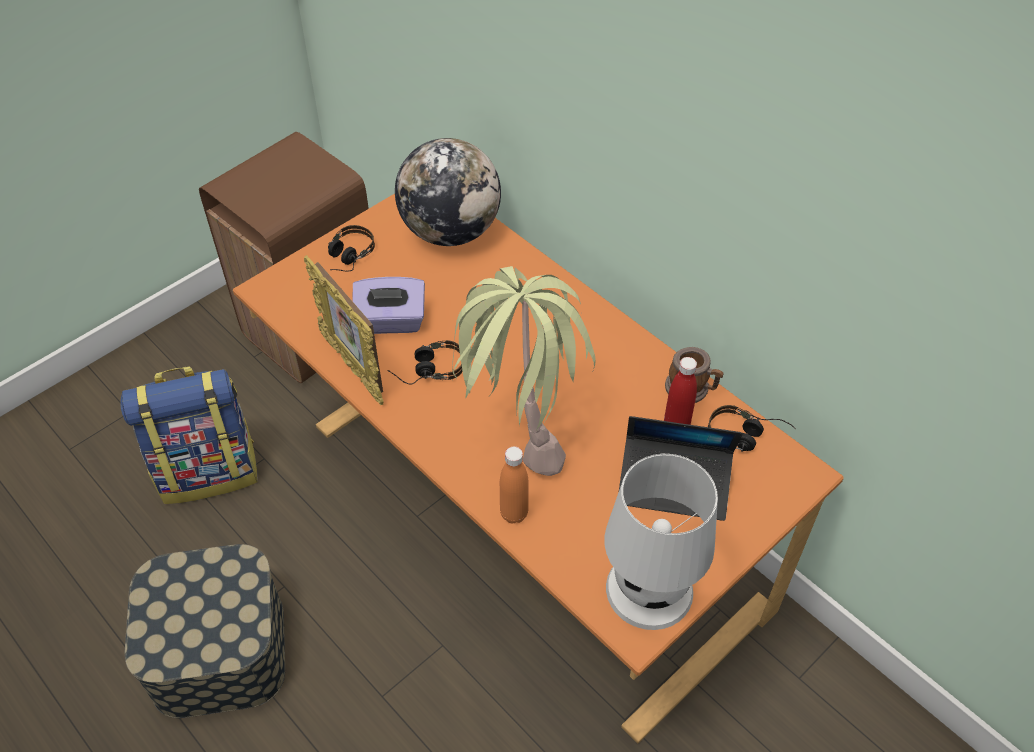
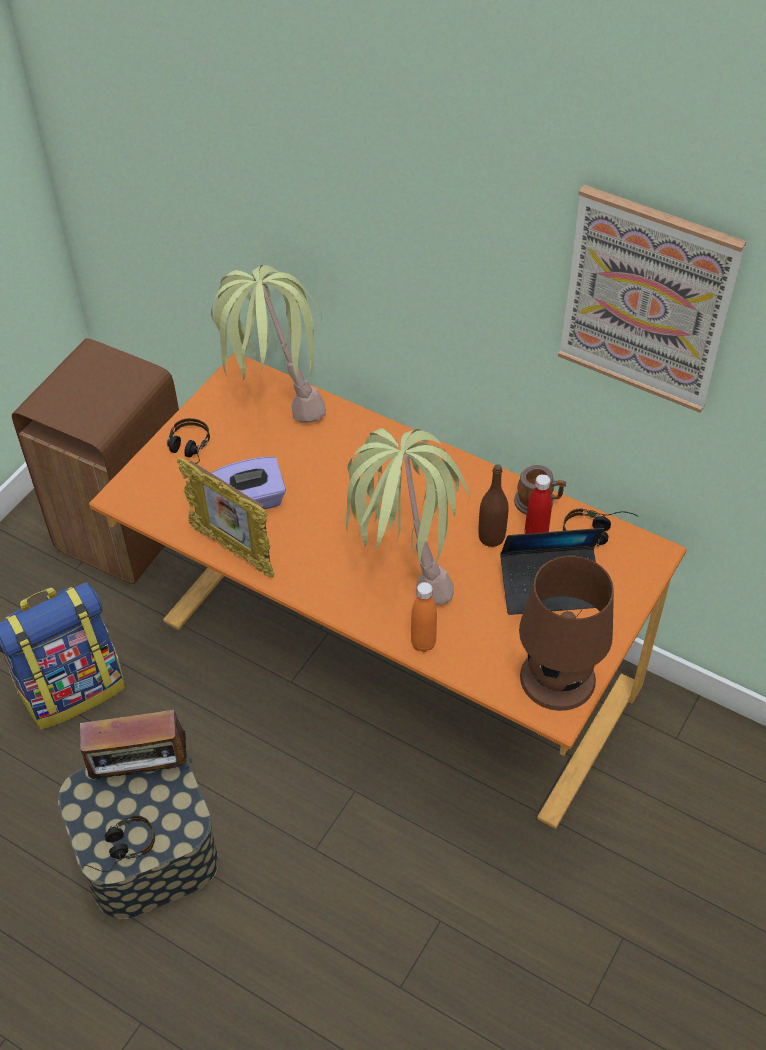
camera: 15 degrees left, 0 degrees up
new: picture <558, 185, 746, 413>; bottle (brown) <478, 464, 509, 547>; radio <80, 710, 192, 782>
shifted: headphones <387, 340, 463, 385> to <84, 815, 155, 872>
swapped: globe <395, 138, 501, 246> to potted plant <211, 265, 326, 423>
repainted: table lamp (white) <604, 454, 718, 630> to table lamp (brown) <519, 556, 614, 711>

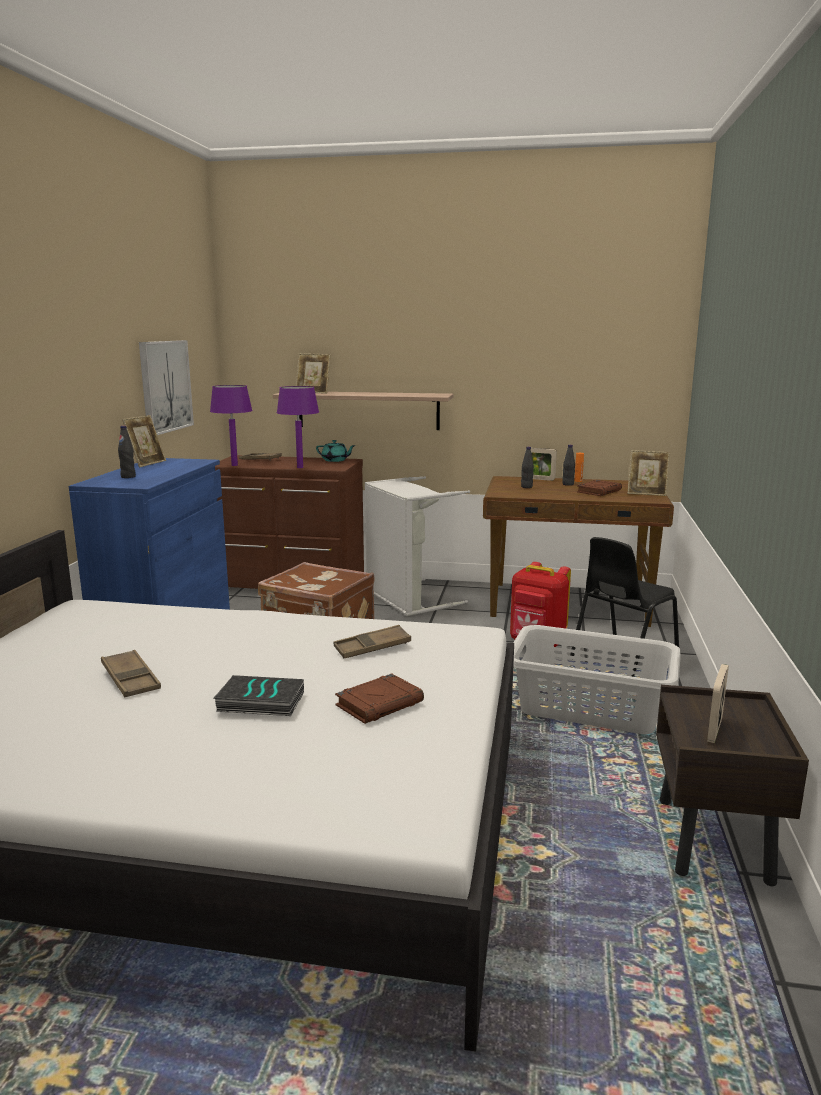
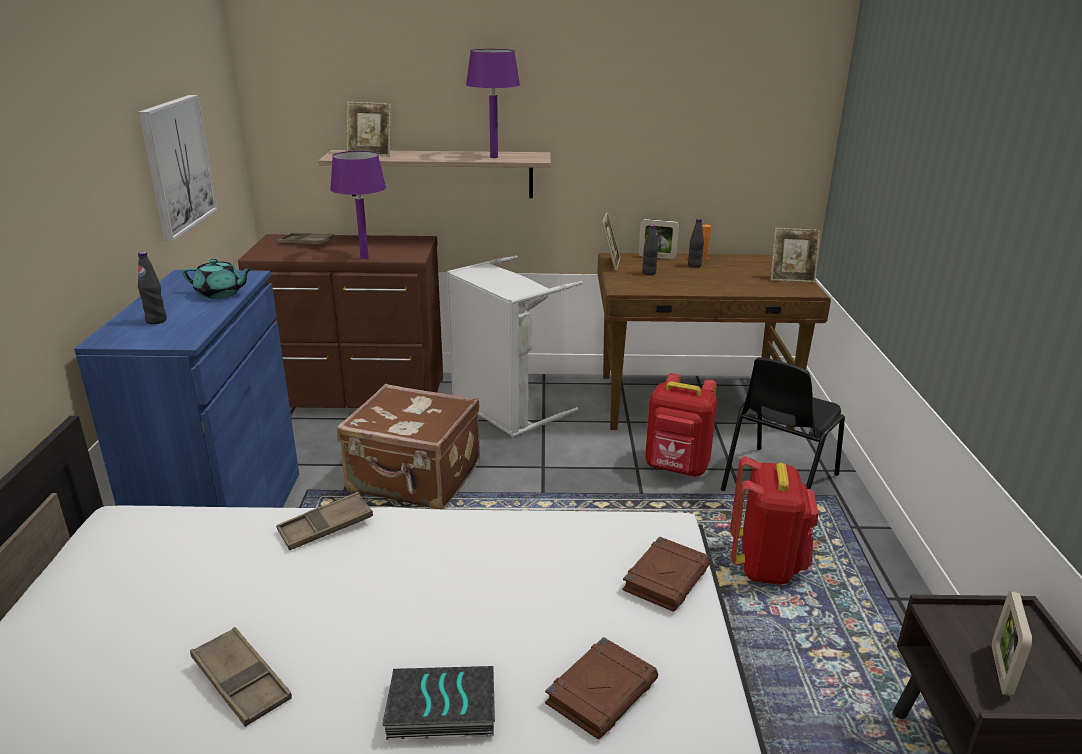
camera: 10 degrees left, 10 degrees up
shifted: table lamp (purple) <210, 385, 252, 466> to <466, 49, 520, 158>; picture frame <122, 415, 166, 468> to <602, 212, 621, 271>; teapot (turquoise) <316, 440, 356, 462> to <183, 259, 253, 299>; book (brown) <577, 480, 622, 496> to <622, 536, 711, 612>; tray (brown) <333, 625, 411, 658> to <276, 492, 373, 550>
swapped: laundry basket (grey) <513, 625, 681, 734> to backpack (red) <730, 456, 819, 585>

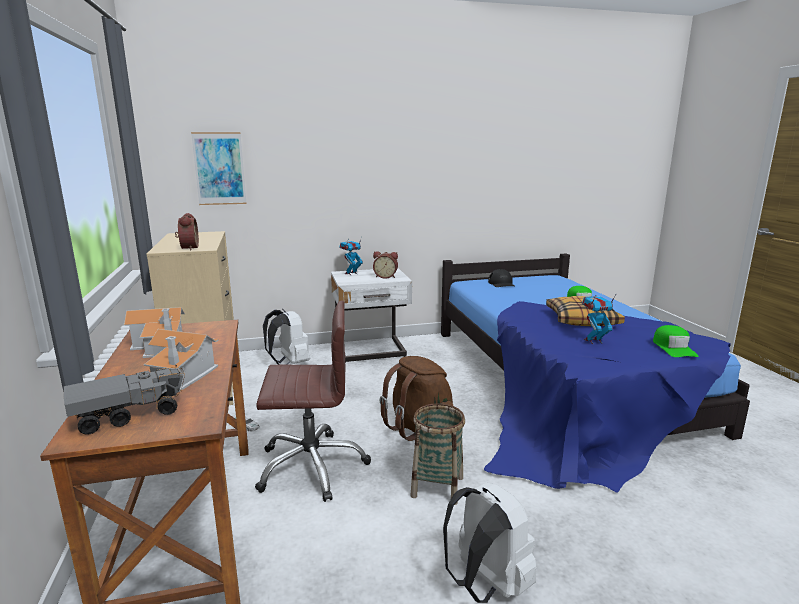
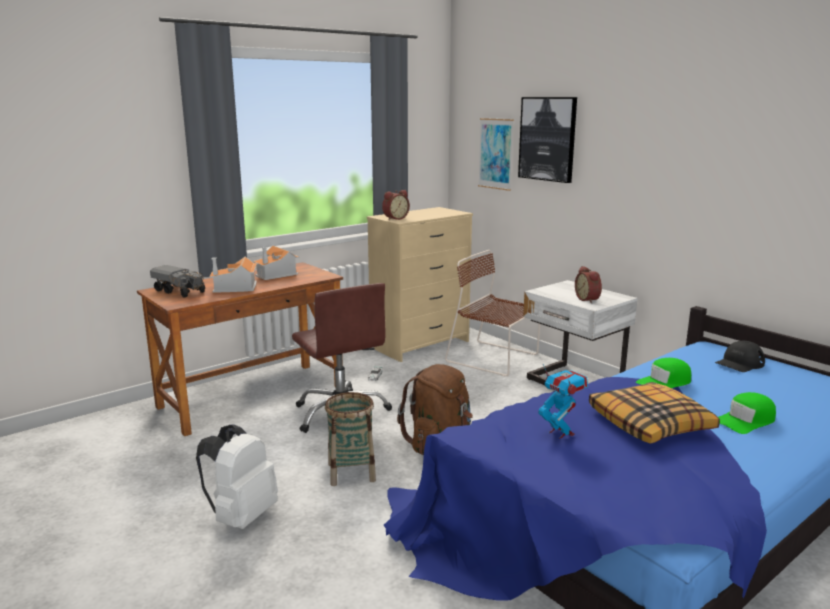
camera: 65 degrees right, 0 degrees up
gone: toy robot <340, 237, 363, 275>
new: picture <518, 97, 577, 183>
shifted: cap (green) <653, 325, 699, 357> to <636, 358, 691, 388>
swapped: backpack (white) <263, 309, 310, 365> to chair (brown) <445, 250, 540, 376>

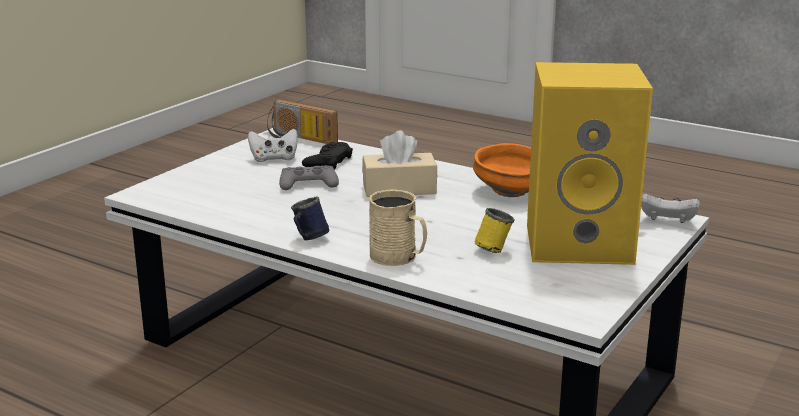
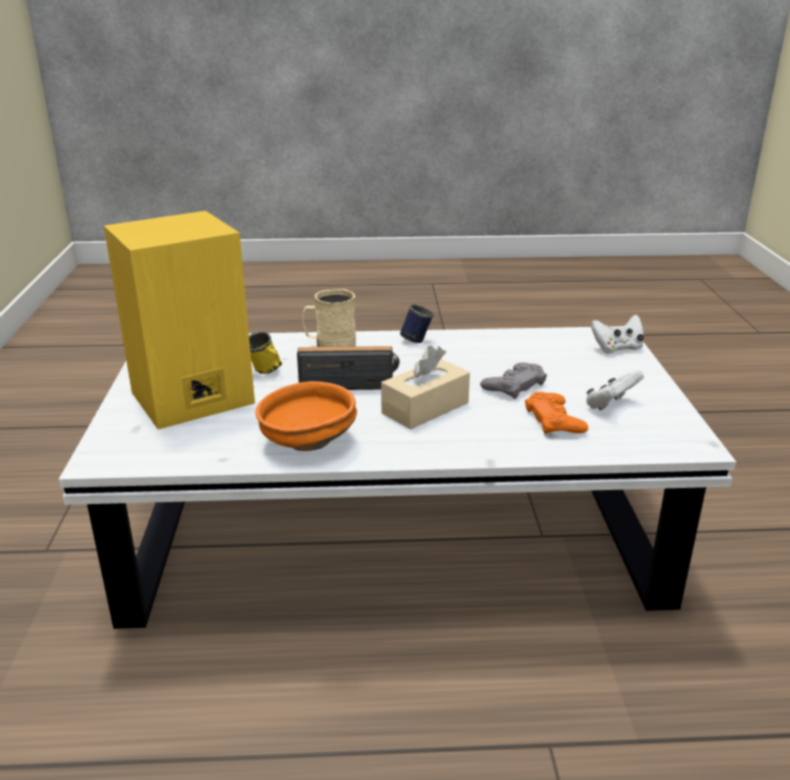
camera: 145 degrees right, 5 degrees up
shifted: radio <267, 99, 338, 144> to <297, 346, 400, 390>; game controller (white) <641, 194, 700, 223> to <591, 314, 644, 354>
repainted: game controller (black) <302, 142, 353, 170> to game controller (orange) <525, 392, 588, 434>

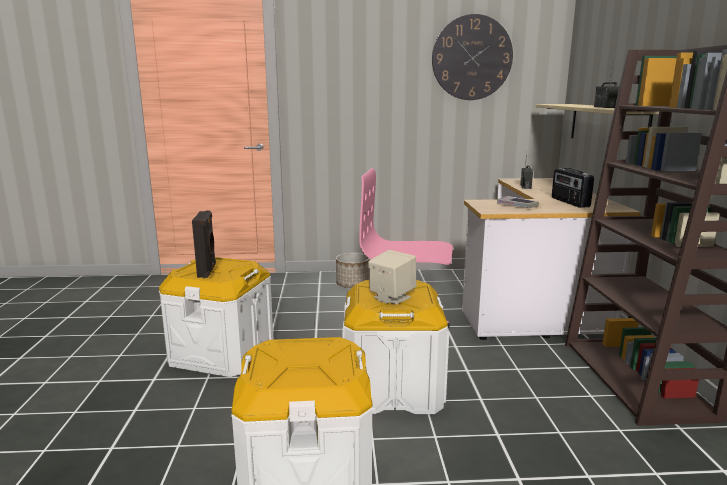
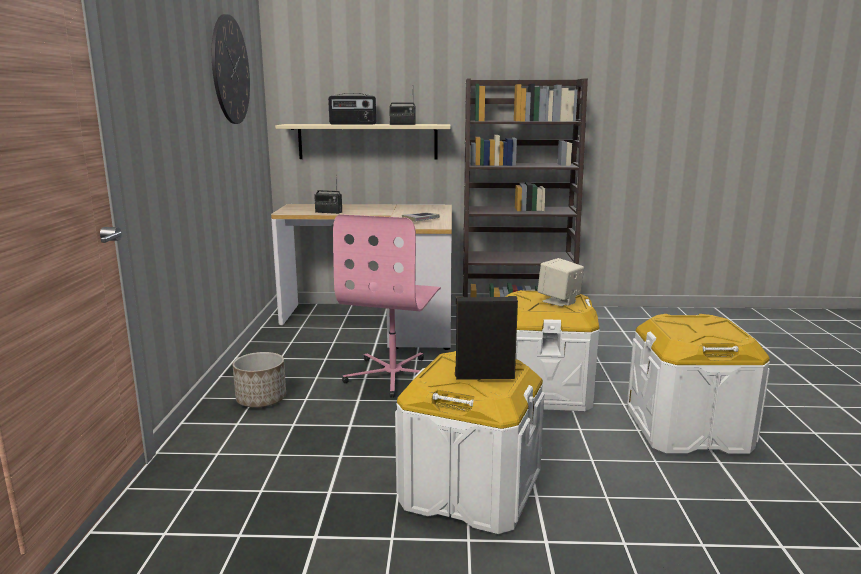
camera: 85 degrees left, 0 degrees up
shifted: radio <552, 168, 594, 208> to <328, 93, 376, 125>

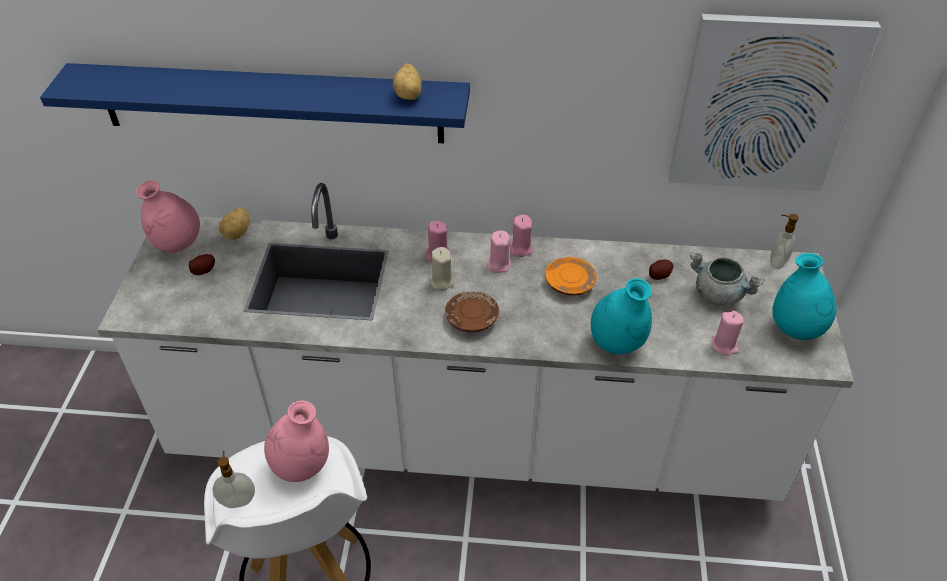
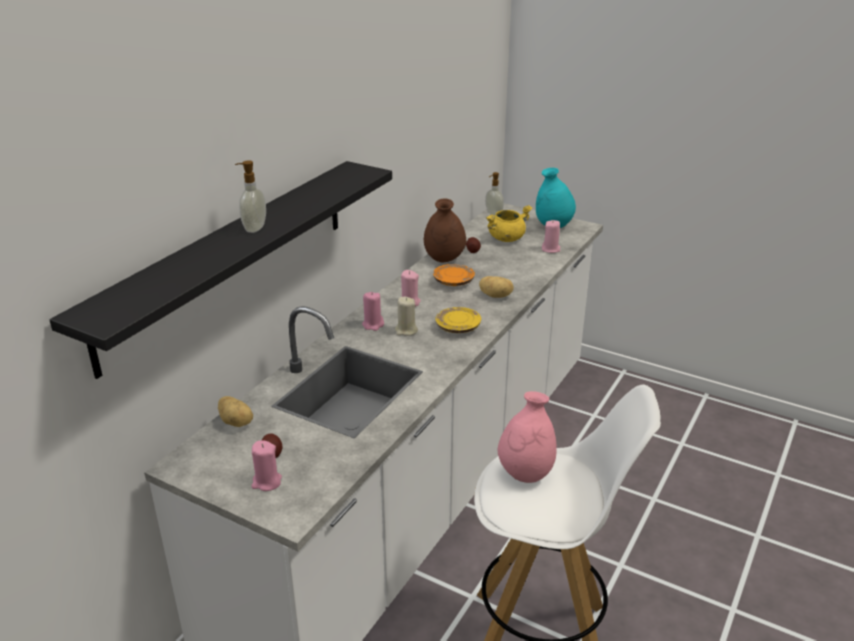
camera: 65 degrees left, 15 degrees down
gone: picture <669, 14, 881, 191>; vase (pink) <136, 180, 200, 252>; vase (turquoise) <591, 278, 652, 354>
new: vase (brown) <424, 198, 466, 262>
shifted: potato <393, 63, 422, 100> to <479, 276, 514, 298>; candle (pink) <510, 215, 533, 257> to <251, 441, 282, 491>; soap dispenser <212, 451, 255, 508> to <235, 160, 266, 233>
repainted: shelf (blue) <40, 63, 470, 143> to shelf (black) <49, 161, 392, 379>; cooking pot (grey) <690, 252, 765, 306> to cooking pot (yellow) <486, 205, 532, 242>; plate (brown) <445, 291, 499, 332> to plate (yellow) <435, 307, 481, 333>

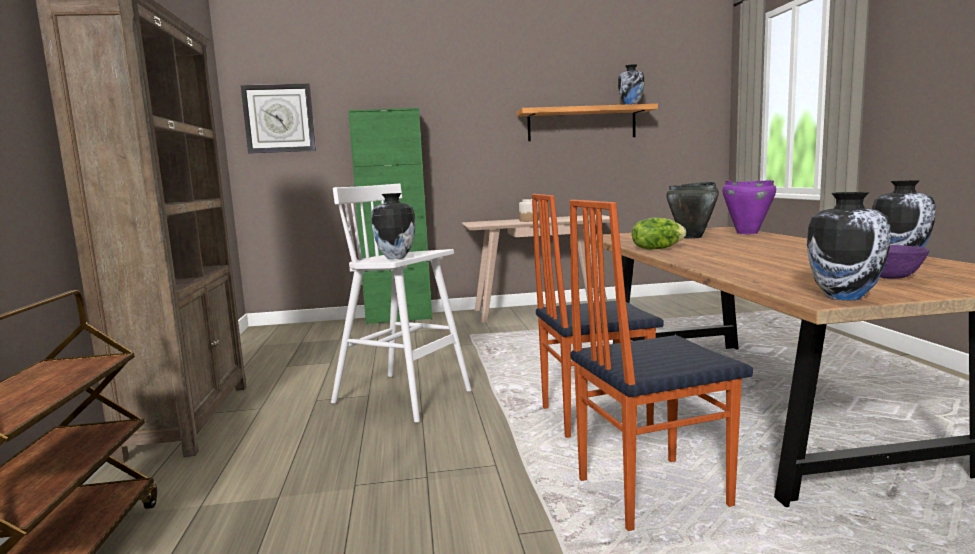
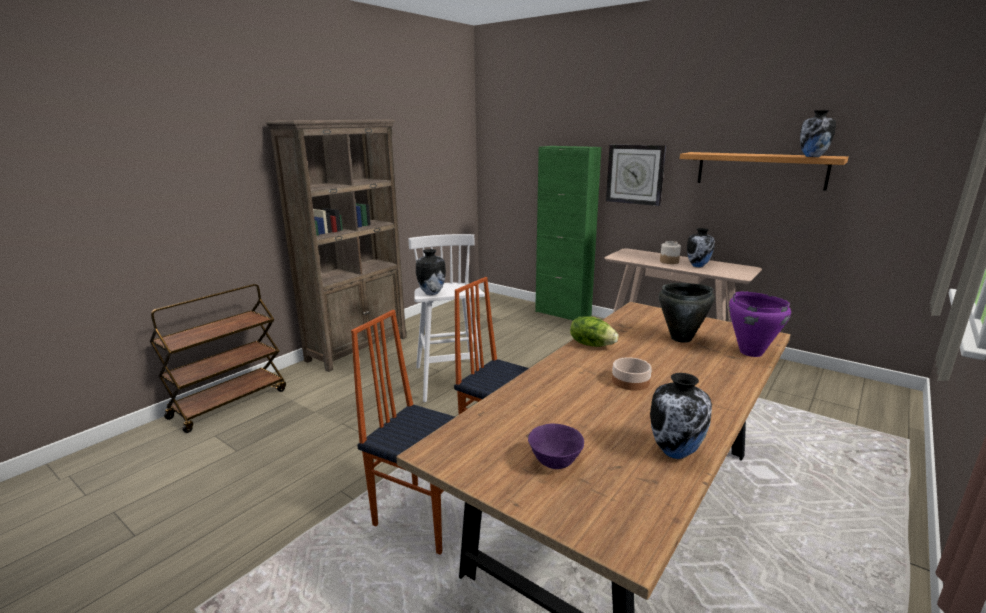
camera: 45 degrees right, 10 degrees up
new: bowl <612, 357, 652, 390>
shifted: wall clock <241, 84, 316, 154> to <606, 144, 666, 206>; vase <807, 192, 891, 300> to <687, 228, 715, 267>

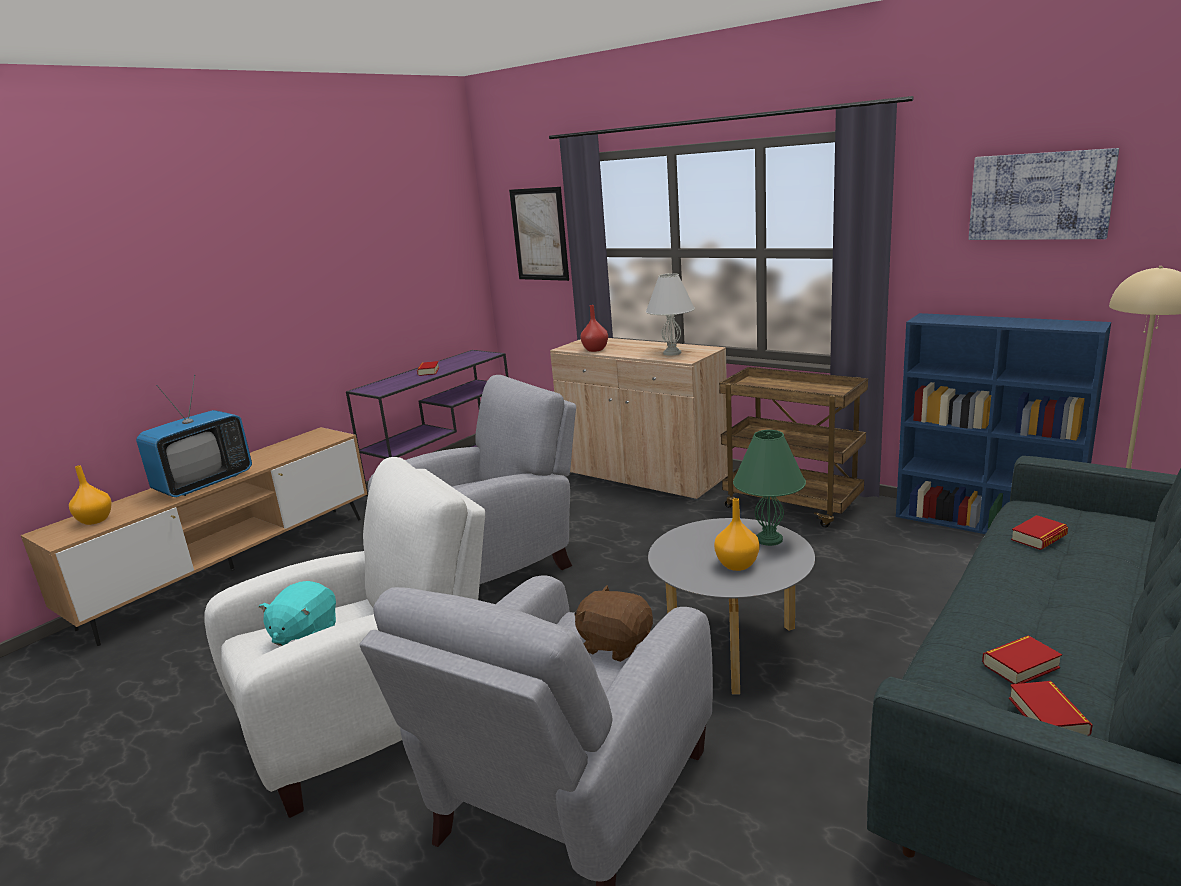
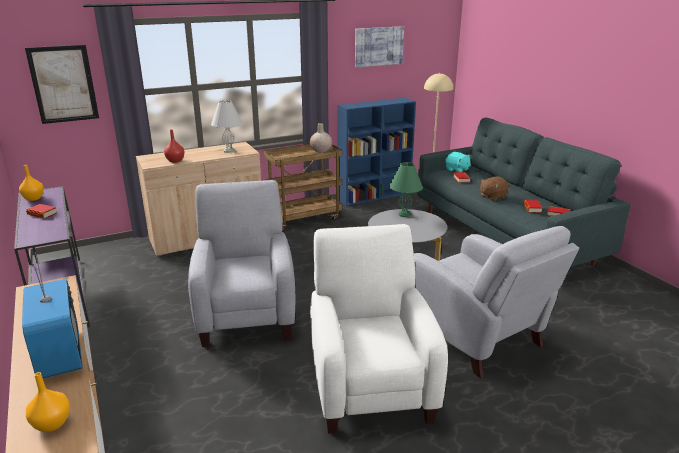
camera: 65 degrees left, 5 degrees up
new: vase (beige) <310, 123, 332, 153>
shifted: vase (orange) <714, 498, 760, 571> to <19, 165, 44, 201>; plush toy (turquoise) <259, 581, 336, 646> to <445, 152, 471, 172>; plush toy (brown) <574, 585, 653, 662> to <480, 176, 509, 201>

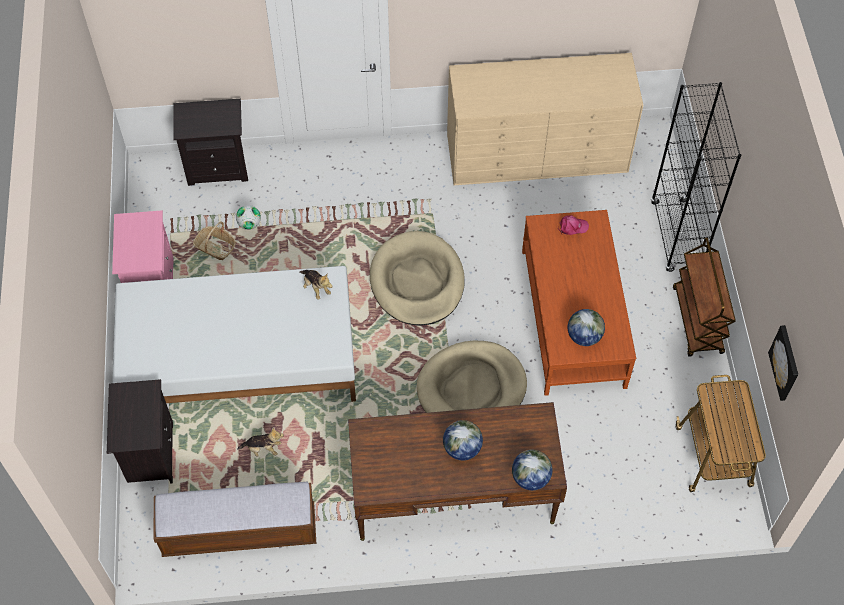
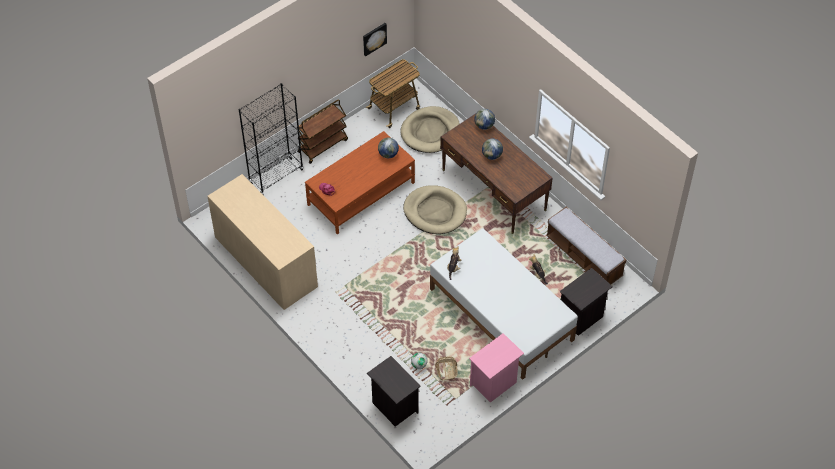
camera: 125 degrees left, 5 degrees down
shifted: dog bed (beige) <370, 231, 465, 326> to <400, 106, 460, 153>

